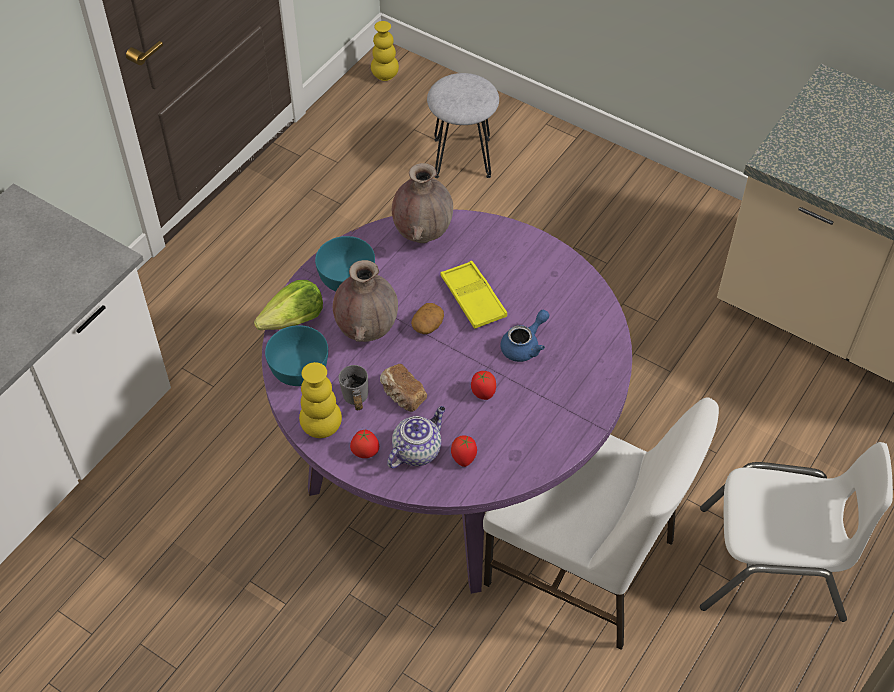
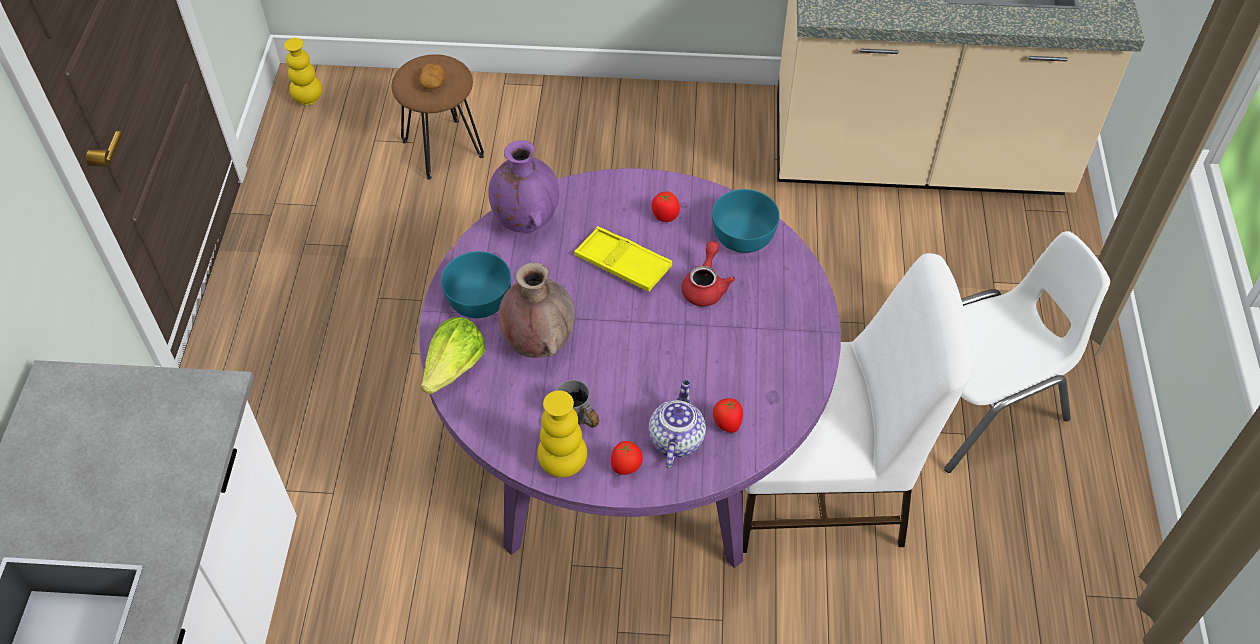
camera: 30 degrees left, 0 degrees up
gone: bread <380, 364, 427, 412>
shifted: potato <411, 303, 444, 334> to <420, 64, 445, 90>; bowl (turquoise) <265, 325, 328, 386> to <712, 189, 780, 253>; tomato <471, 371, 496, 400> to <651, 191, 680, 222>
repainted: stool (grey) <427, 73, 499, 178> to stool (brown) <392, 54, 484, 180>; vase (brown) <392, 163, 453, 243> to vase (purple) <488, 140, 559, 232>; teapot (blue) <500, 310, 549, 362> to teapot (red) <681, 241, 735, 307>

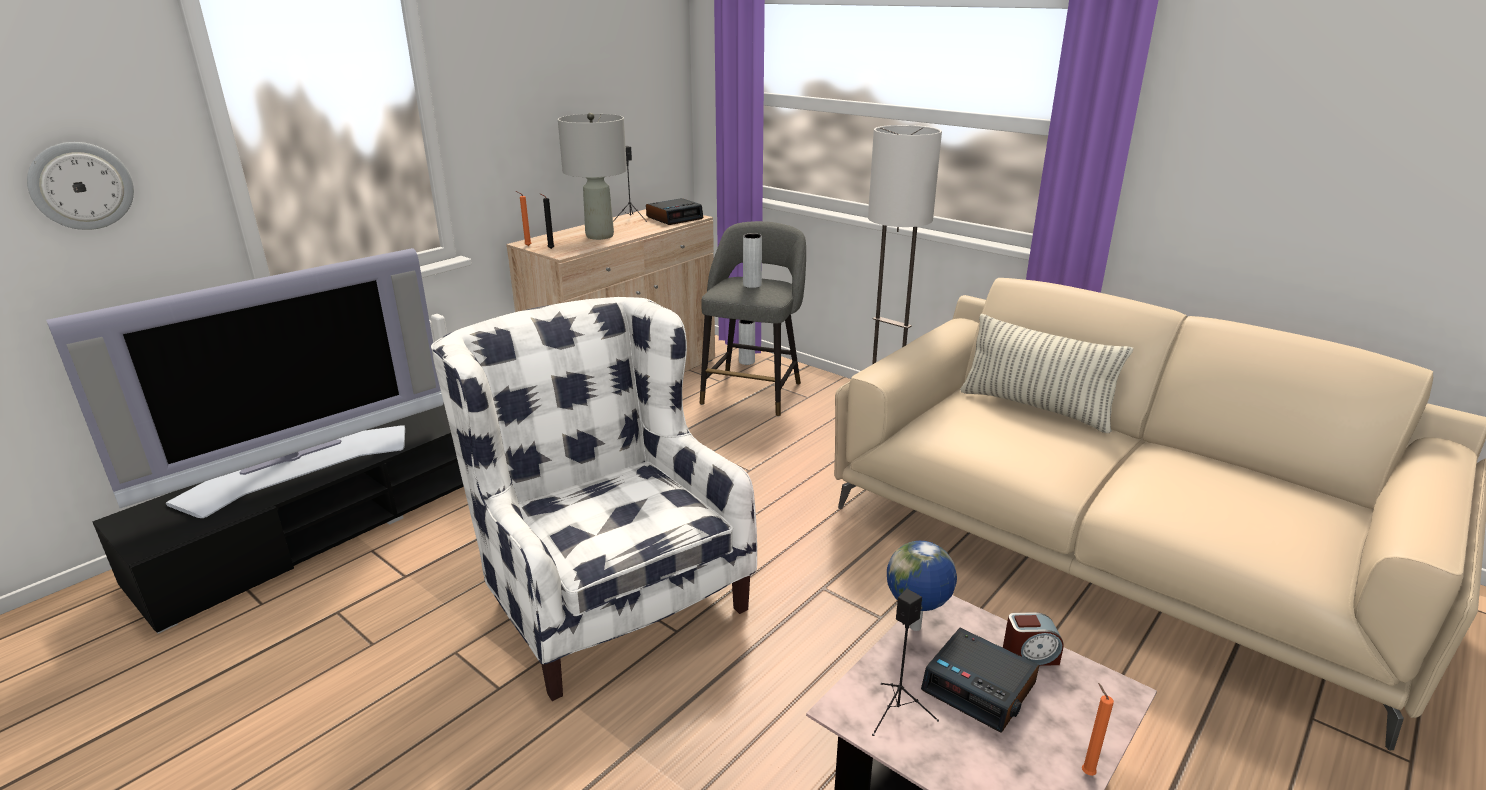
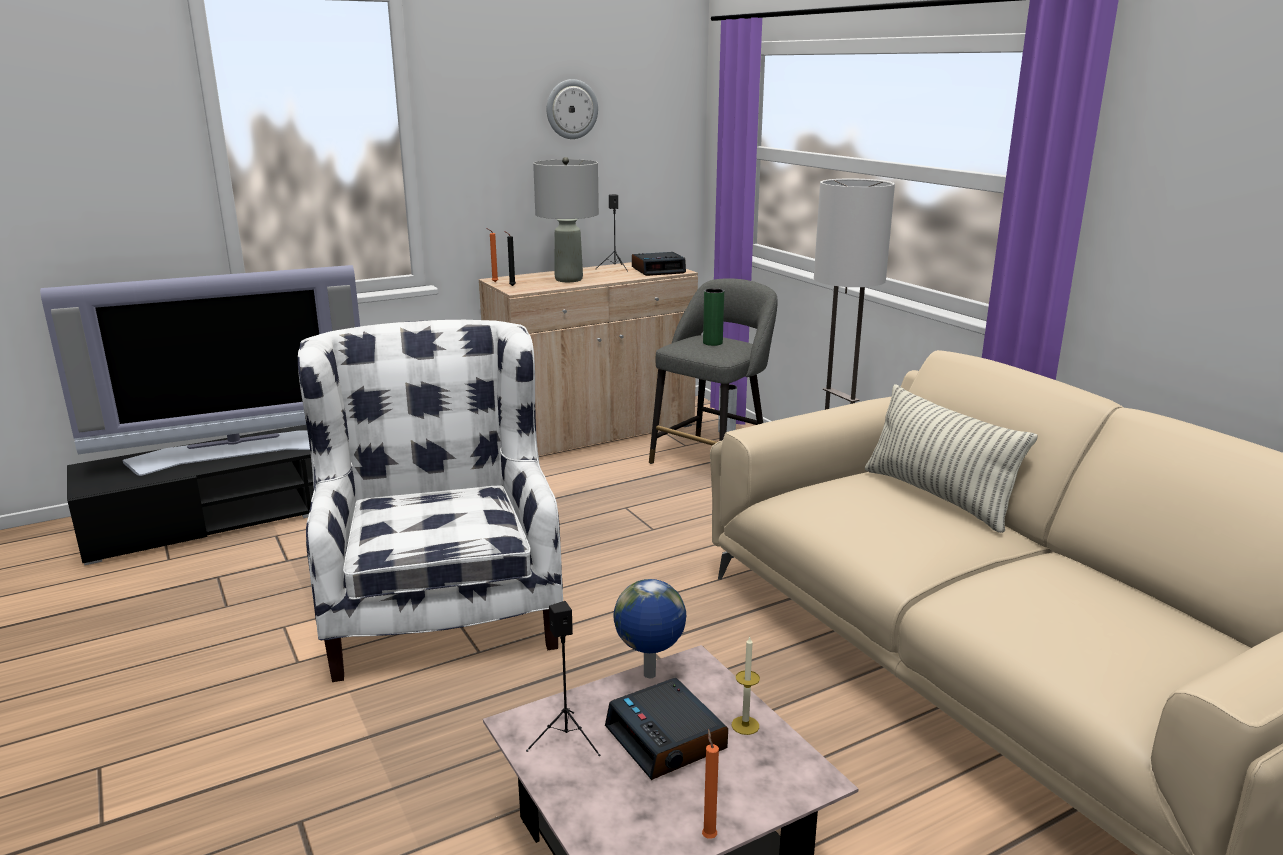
camera: 20 degrees right, 5 degrees down
shifted: wall clock <27, 142, 134, 230> to <547, 79, 598, 139>
swapped: alarm clock <1003, 612, 1064, 666> to candle <732, 637, 760, 735>
repainted: vase (grey) <743, 233, 762, 288> to vase (green) <703, 288, 724, 346>

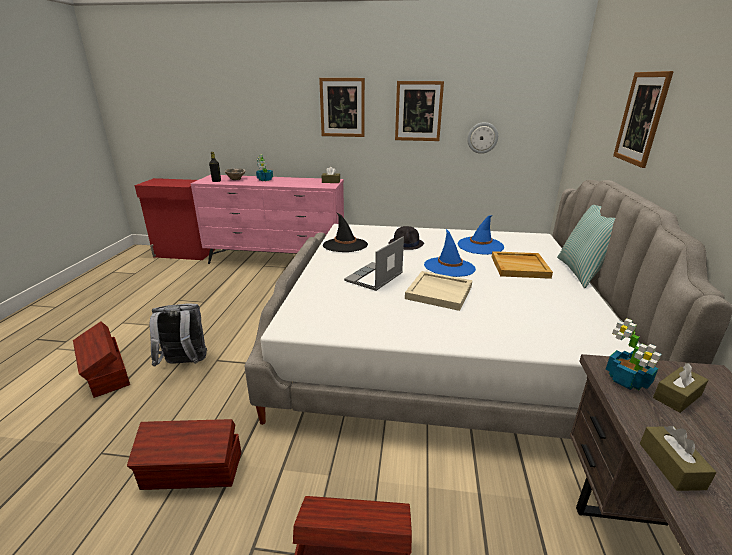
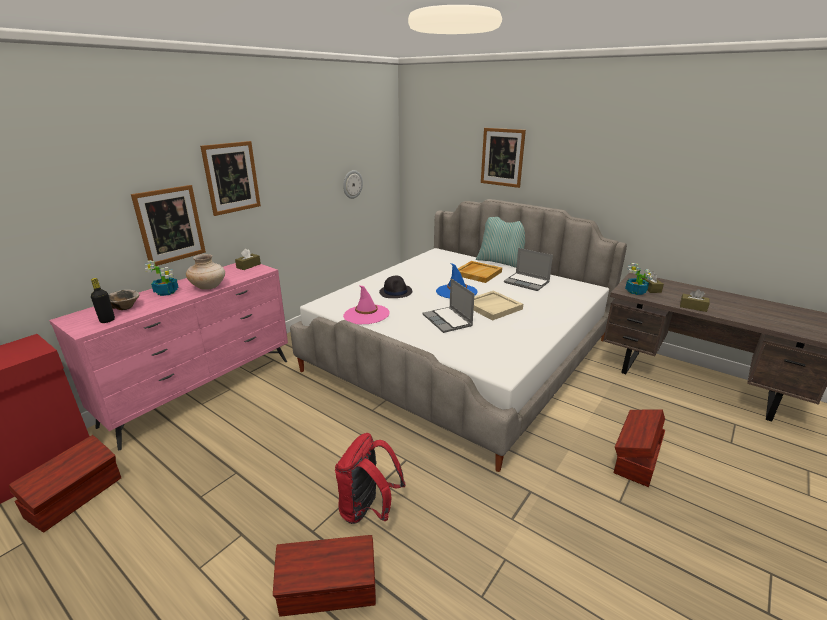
camera: 60 degrees left, 0 degrees up
gone: hat (blue) <458, 215, 504, 255>
new: laptop <504, 248, 553, 291>; vase (beige) <186, 254, 225, 290>
shifted: picture <395, 81, 444, 141> to <131, 185, 206, 266>; storage box (brown) <127, 419, 241, 490> to <9, 435, 121, 533>
repainted: hat (black) <323, 212, 368, 252> to hat (pink) <343, 286, 390, 324>; backpack (grey) <150, 303, 207, 367> to backpack (red) <335, 433, 406, 524>

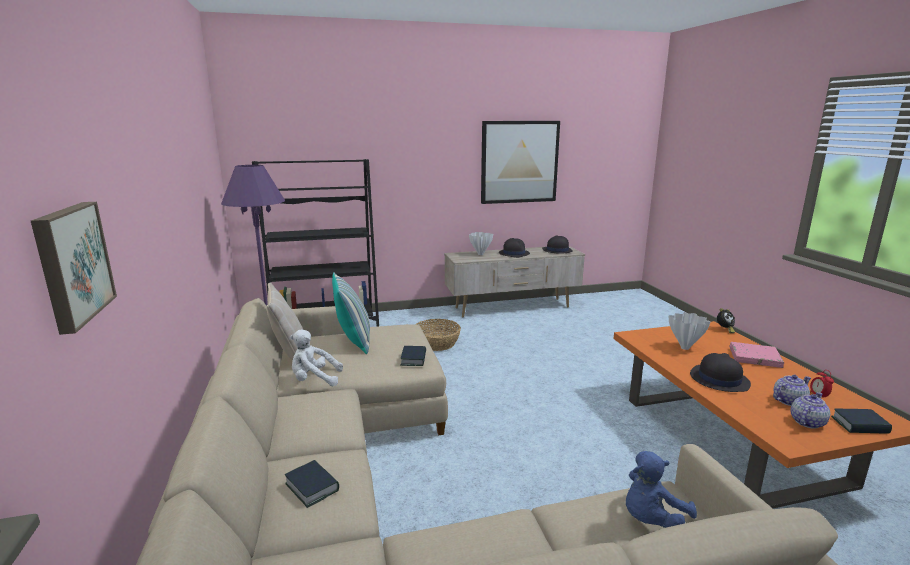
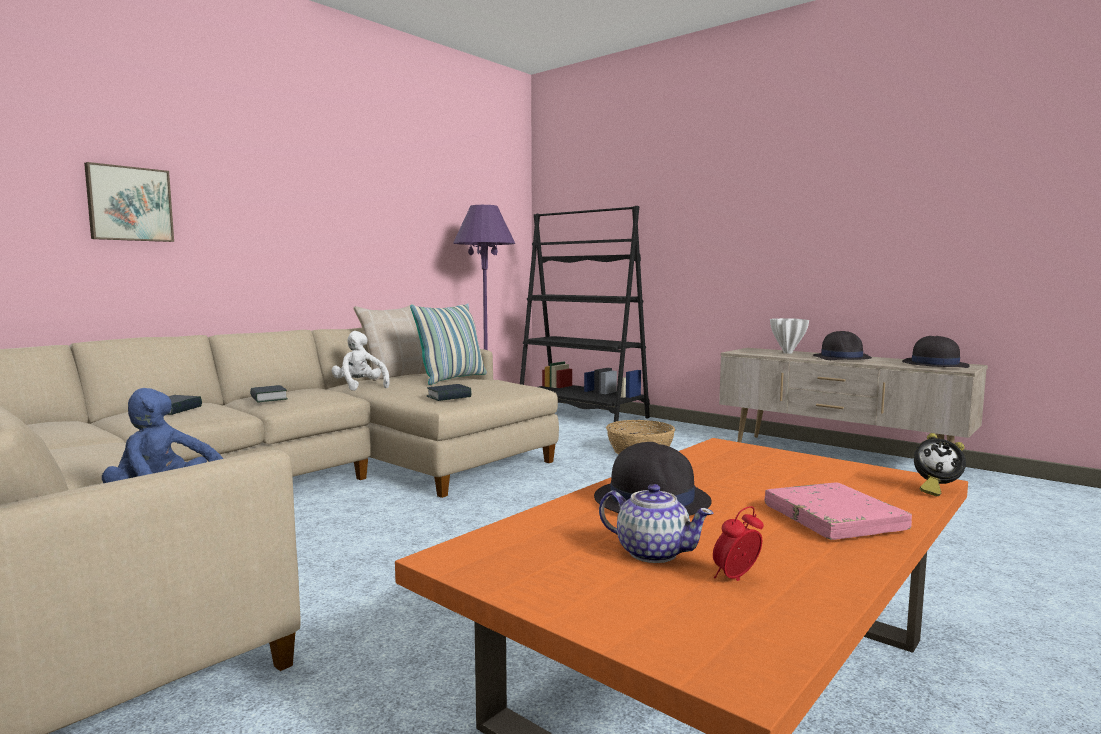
camera: 55 degrees right, 10 degrees down
gone: picture <481, 121, 560, 204>; vase (white) <669, 312, 711, 350>; teapot <790, 392, 830, 429>
shifted: book <831, 408, 892, 434> to <250, 385, 288, 403>

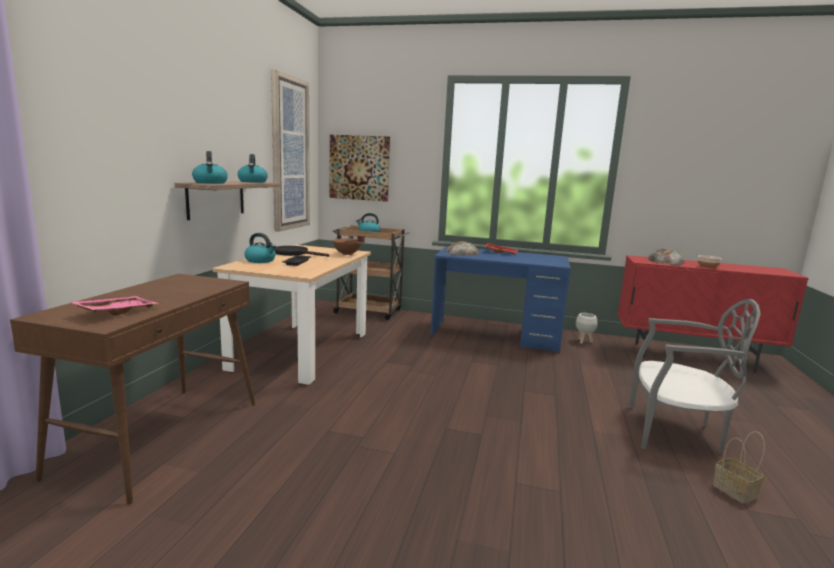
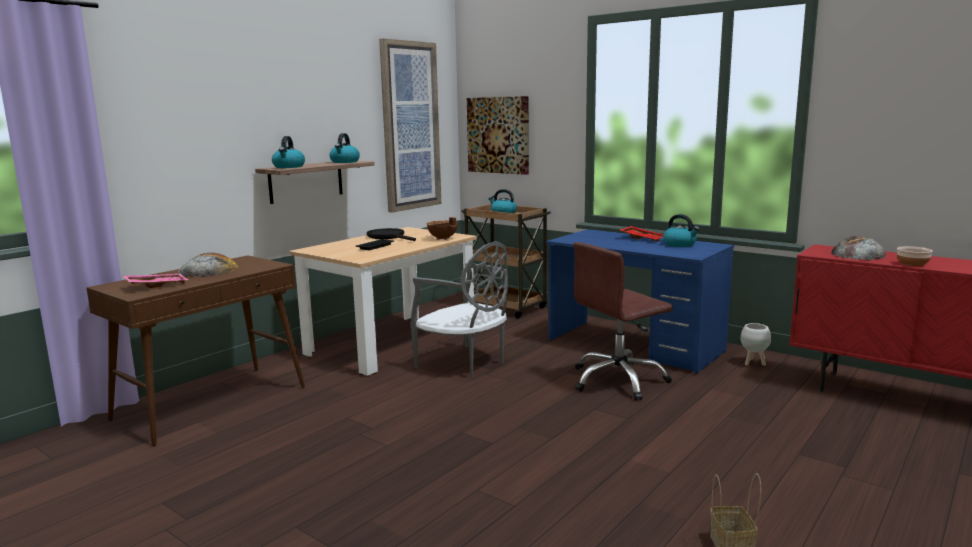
camera: 25 degrees right, 0 degrees up
new: office chair (brown) <574, 242, 673, 401>
shifted: kettle <244, 233, 276, 263> to <663, 214, 699, 247>; bread <445, 241, 479, 256> to <177, 253, 238, 277>; chair (grey) <629, 299, 761, 454> to <411, 241, 508, 378>

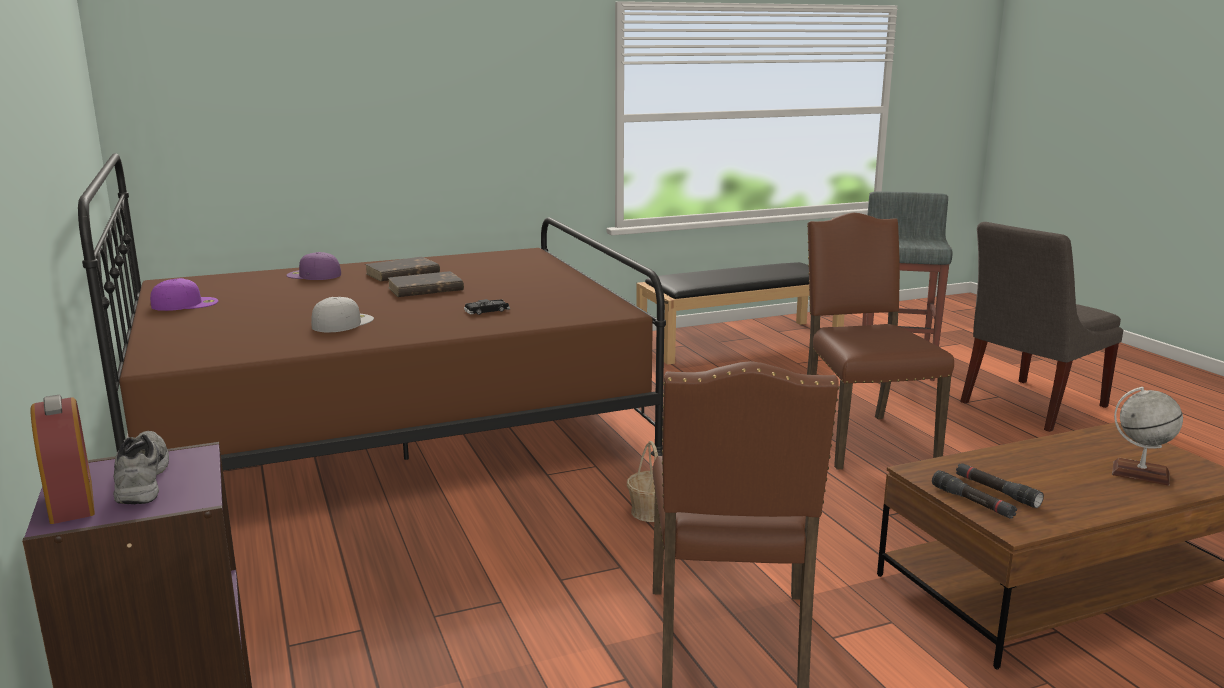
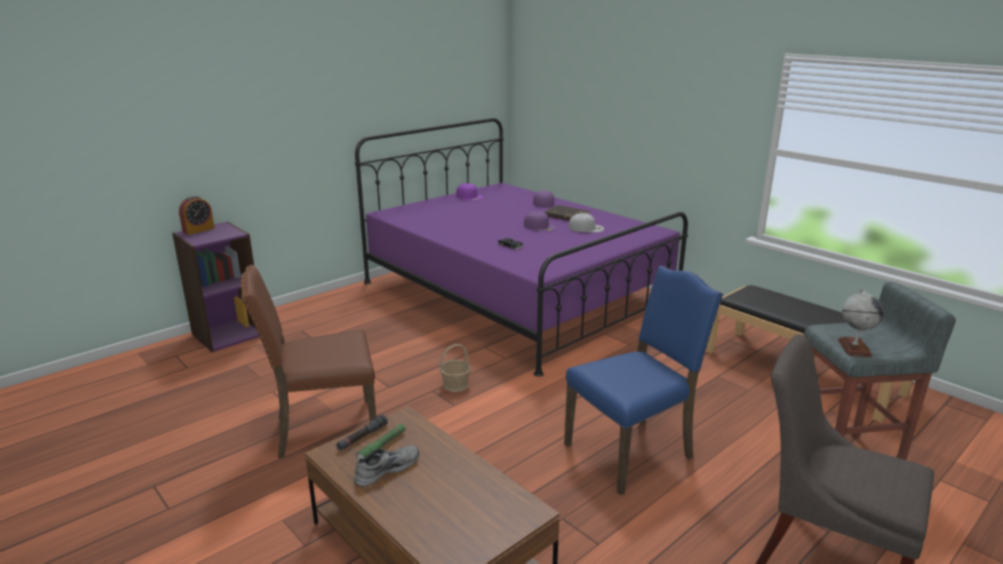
camera: 70 degrees right, 5 degrees up
shifted: cap (white) <311, 297, 374, 332> to <569, 213, 604, 232>; globe <1112, 387, 1183, 486> to <838, 290, 884, 357>; shoe (grey) <114, 431, 169, 504> to <354, 445, 419, 487>
swapped: book (brown) <388, 271, 464, 297> to cap (purple) <524, 211, 556, 232>
repainted: bed (brown) <78, 153, 666, 471> to bed (purple) <355, 118, 688, 377>; chair (brown) <807, 212, 954, 470> to chair (blue) <564, 266, 723, 495>; flashlight (black) <956, 463, 1044, 508> to flashlight (green) <356, 424, 406, 459>

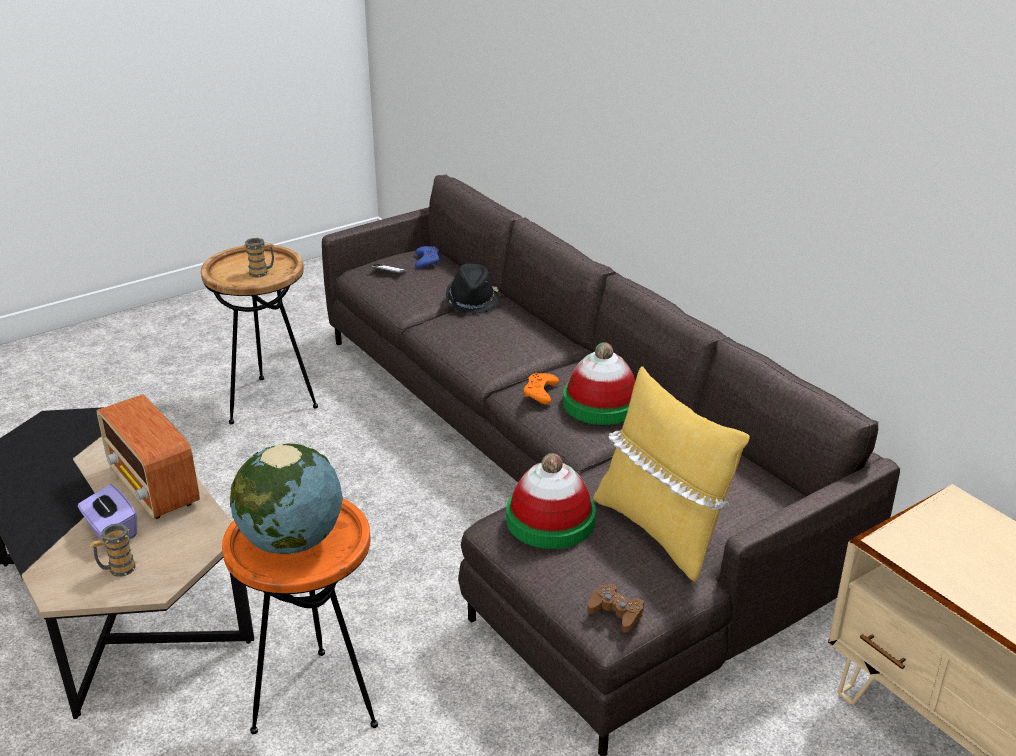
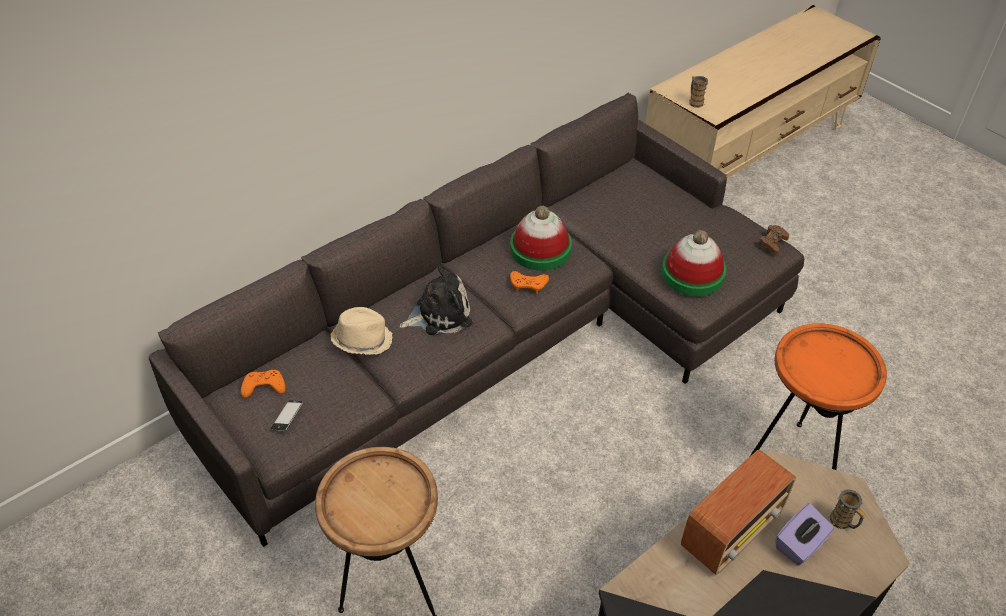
camera: 95 degrees left, 15 degrees up
gone: pillow (yellow) <593, 366, 750, 582>; globe <230, 443, 343, 554>
new: plush toy <399, 265, 472, 335>
shifted: mug <244, 238, 274, 277> to <689, 76, 709, 108>
repainted: game controller (blue) <415, 246, 439, 269> to game controller (orange) <241, 370, 286, 398>; hat (black) <446, 263, 498, 314> to hat (beige) <330, 307, 392, 355>

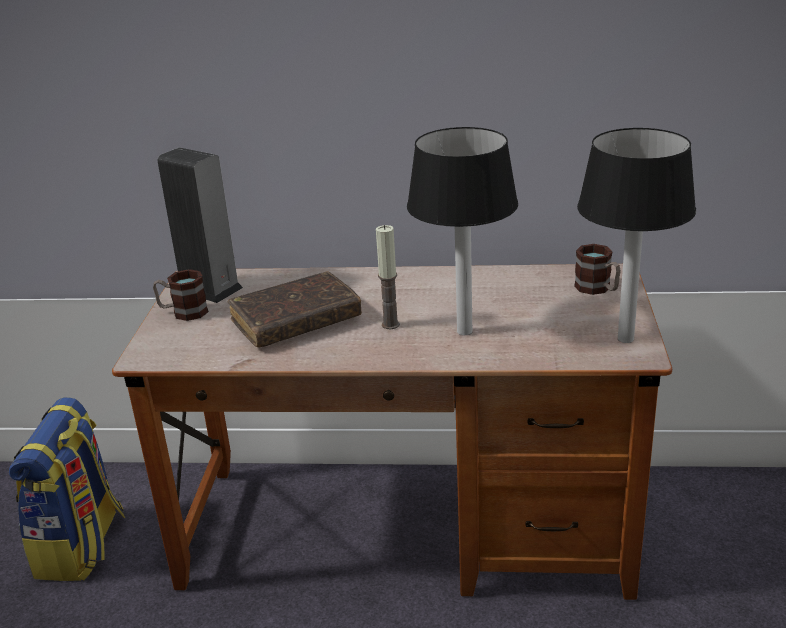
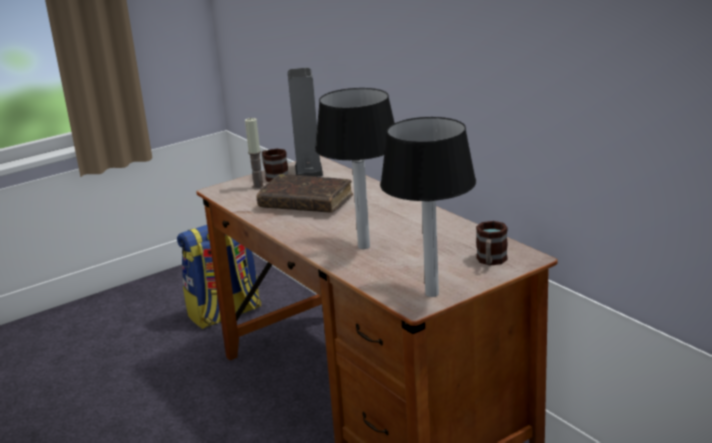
camera: 50 degrees right, 5 degrees down
shifted: candle <376, 225, 400, 329> to <245, 117, 264, 190>

